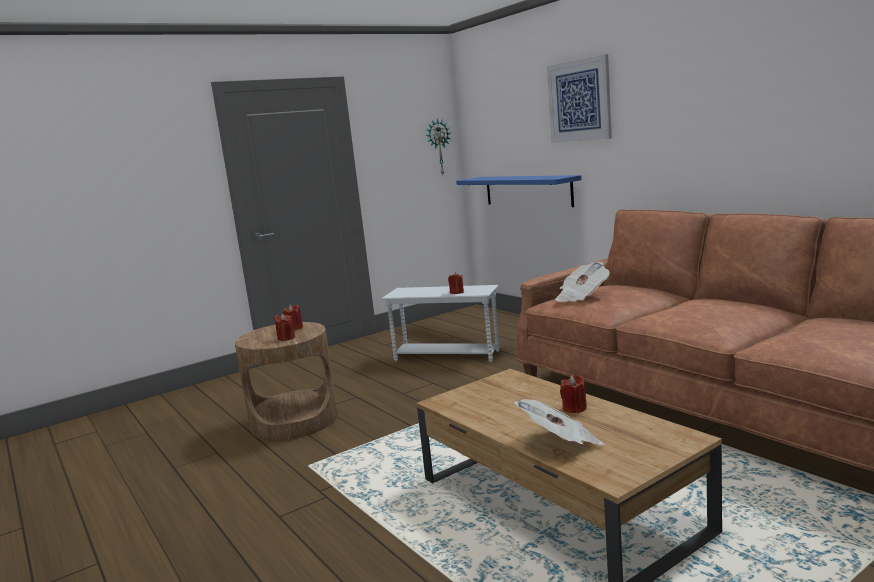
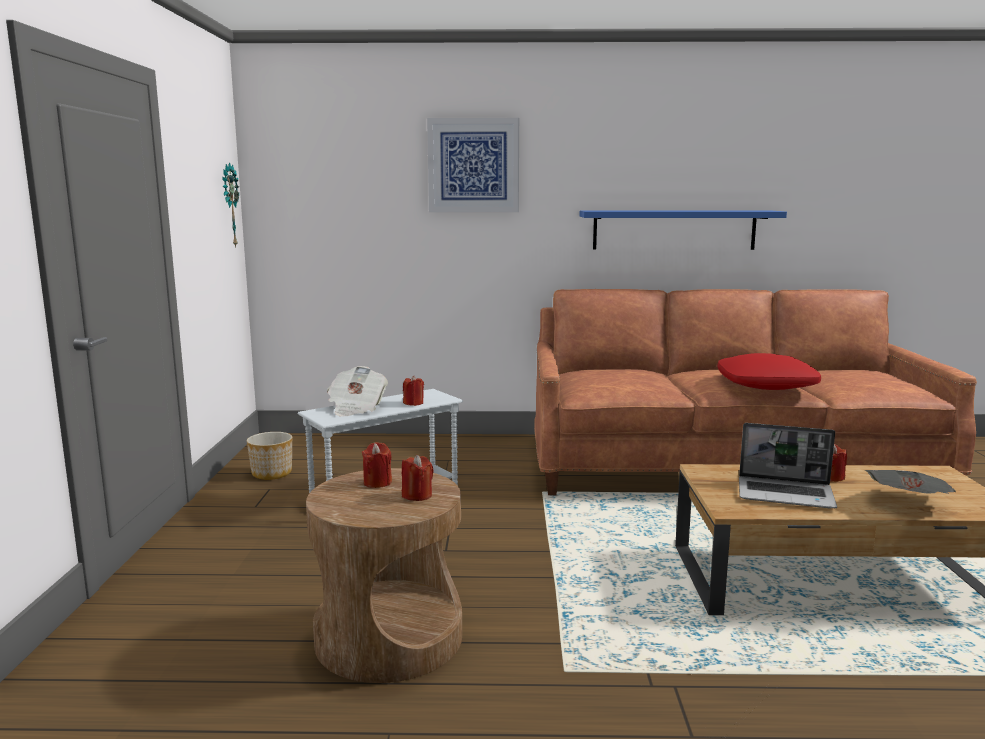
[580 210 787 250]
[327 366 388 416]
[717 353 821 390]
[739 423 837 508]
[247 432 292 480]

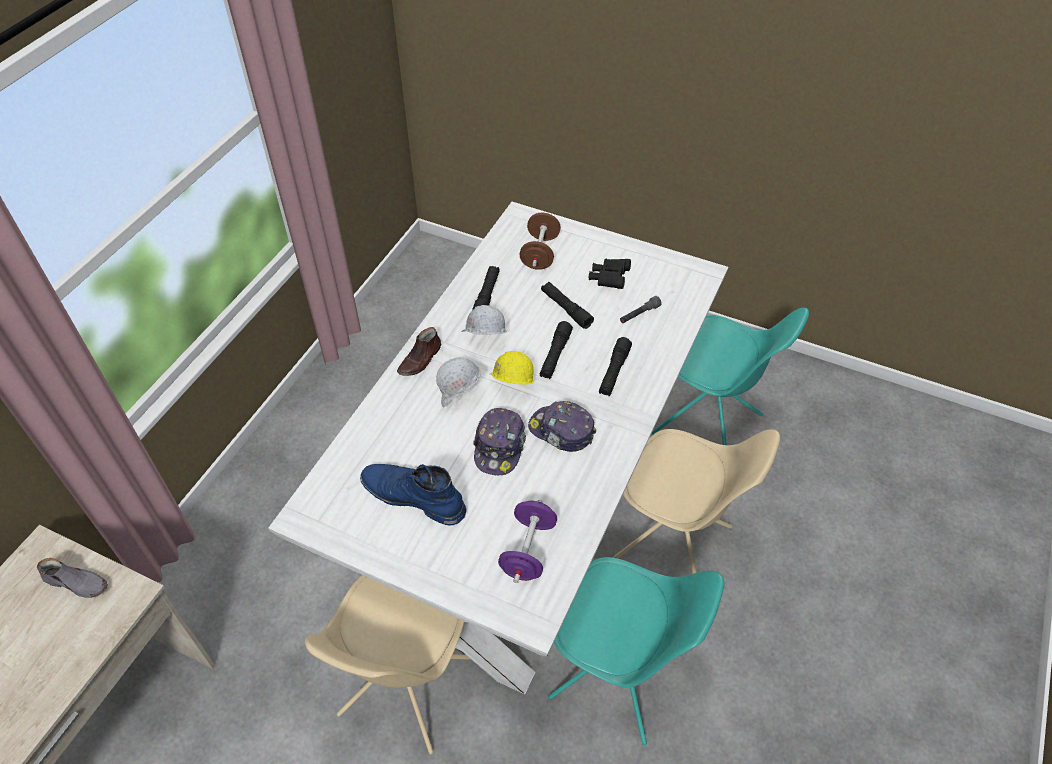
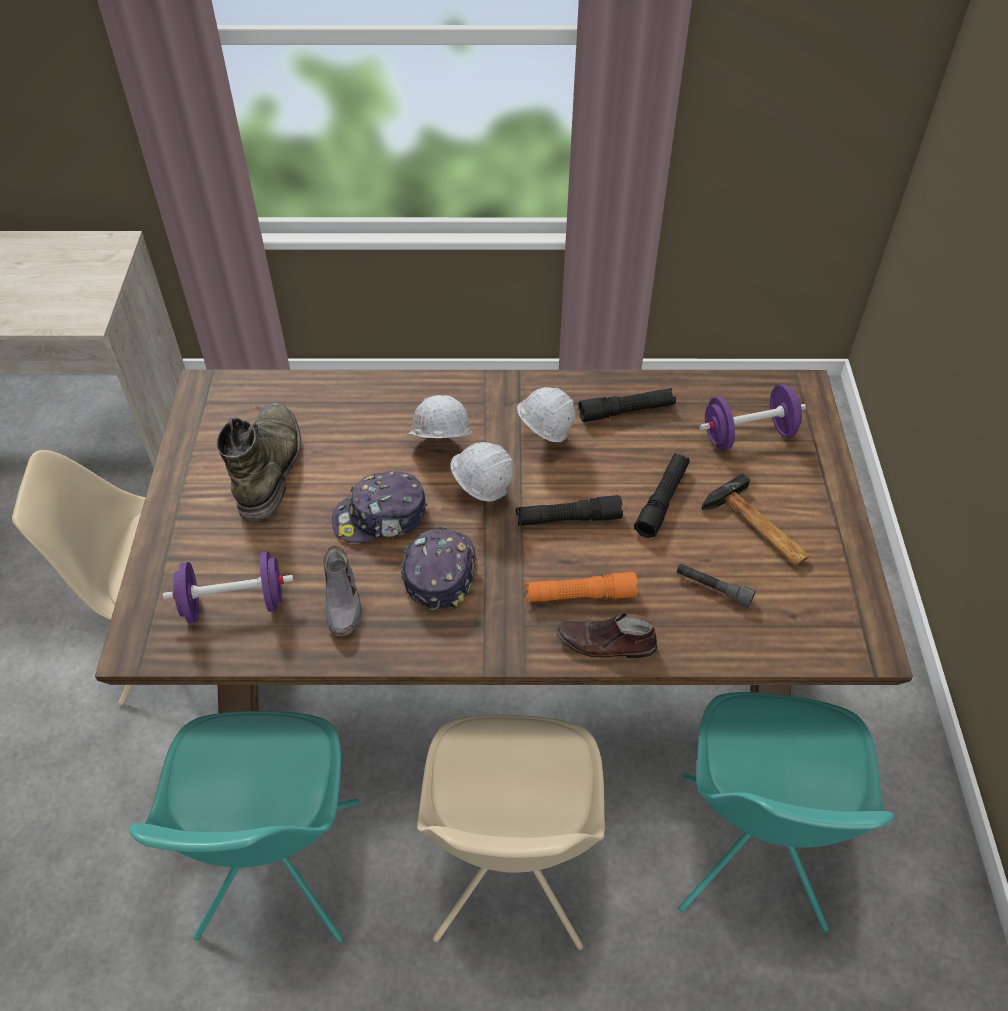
[95 370 913 713]
[700 384 806 450]
[702 473 810 566]
[556 613 657 658]
[524 572 638 602]
[450 442 513 502]
[216 403 302 521]
[323 546 362 636]

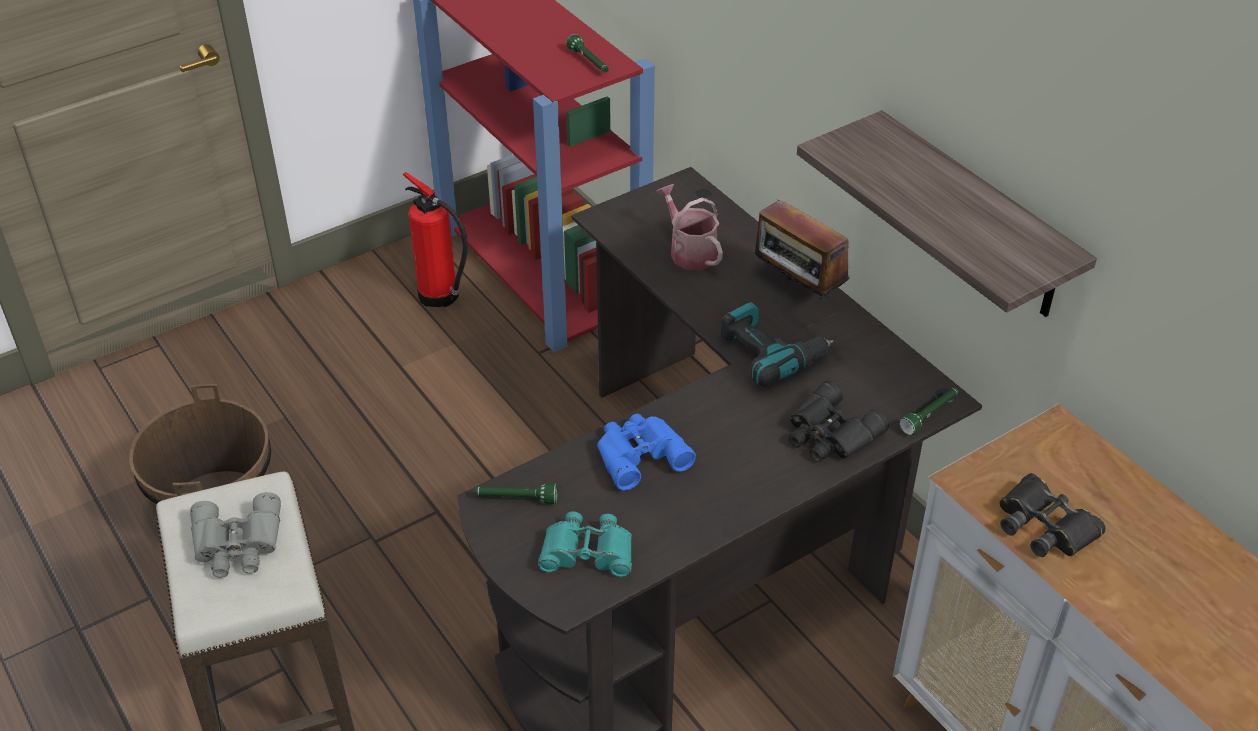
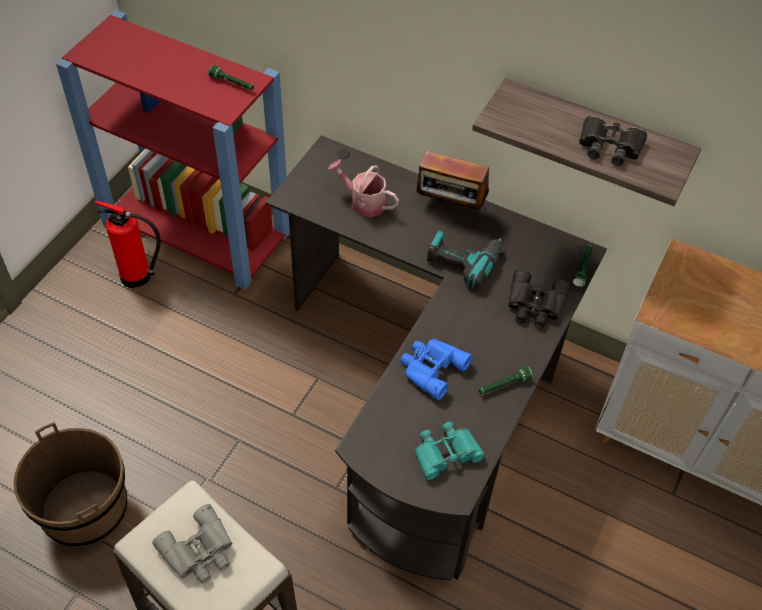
[579 116 647 166]
[479 366 533 394]

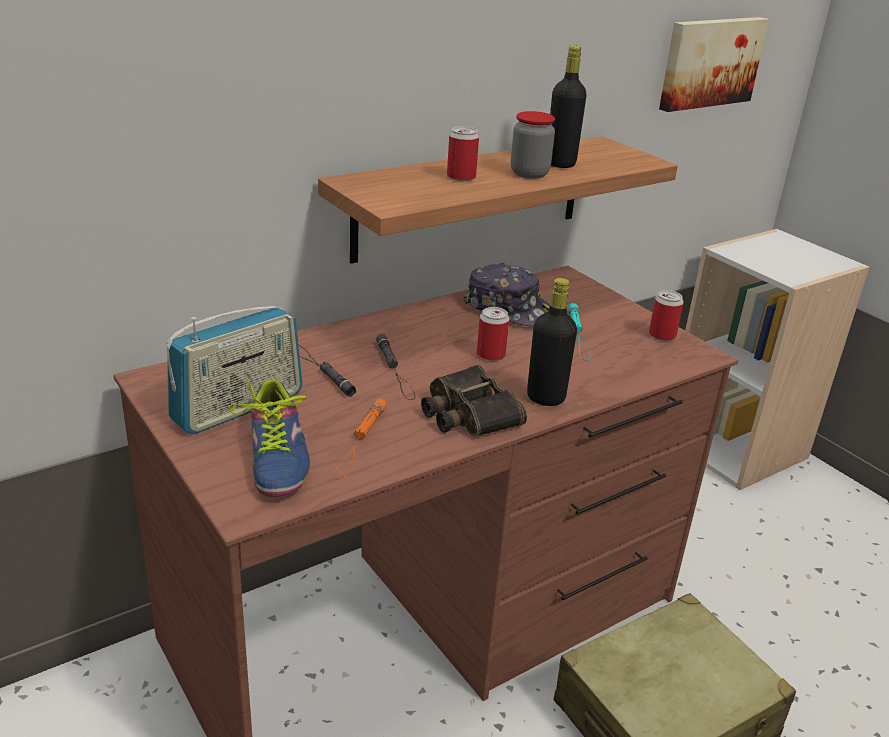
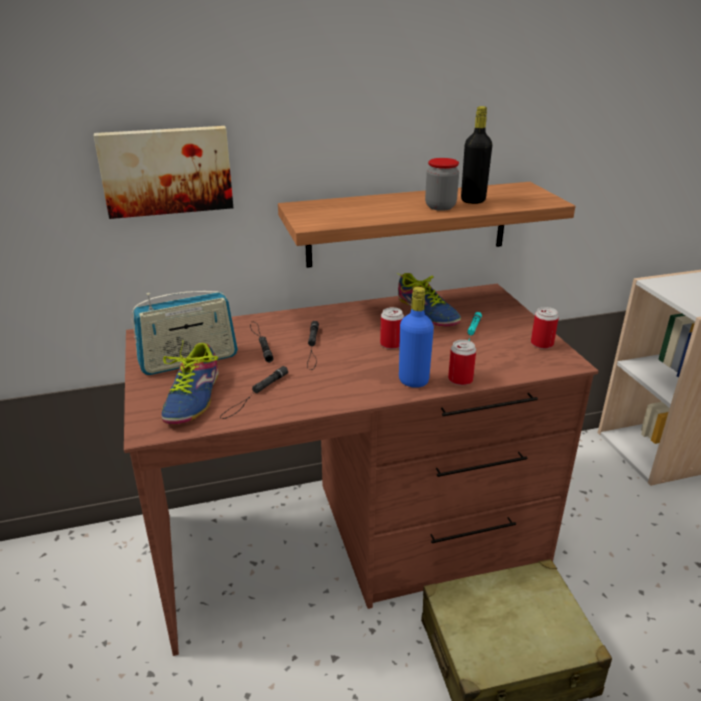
[93 126 233 219]
[448 340 476 385]
[397 273 461 327]
[399 287 434 388]
[421 365 527 437] (first image)
[220 366 288 419]

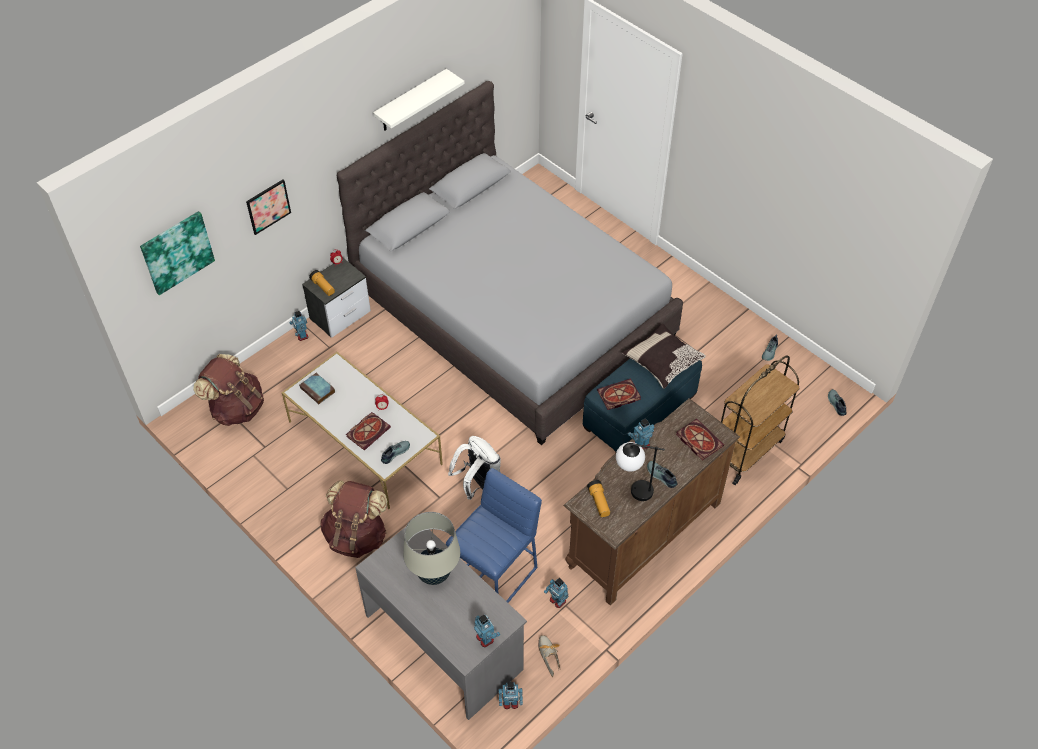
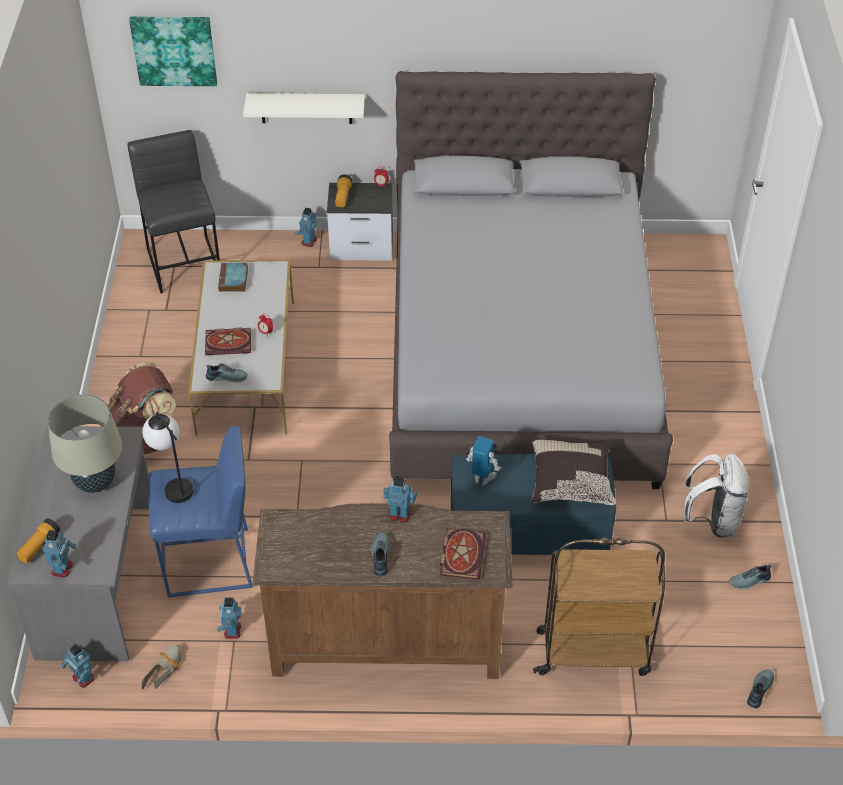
[243 93 365 124]
[246 179 291 235] (first image)
[127 130 220 293]
[466 436 501 485]
[683 454 749 538]
[142 412 193 503]
[16 518 60 563]

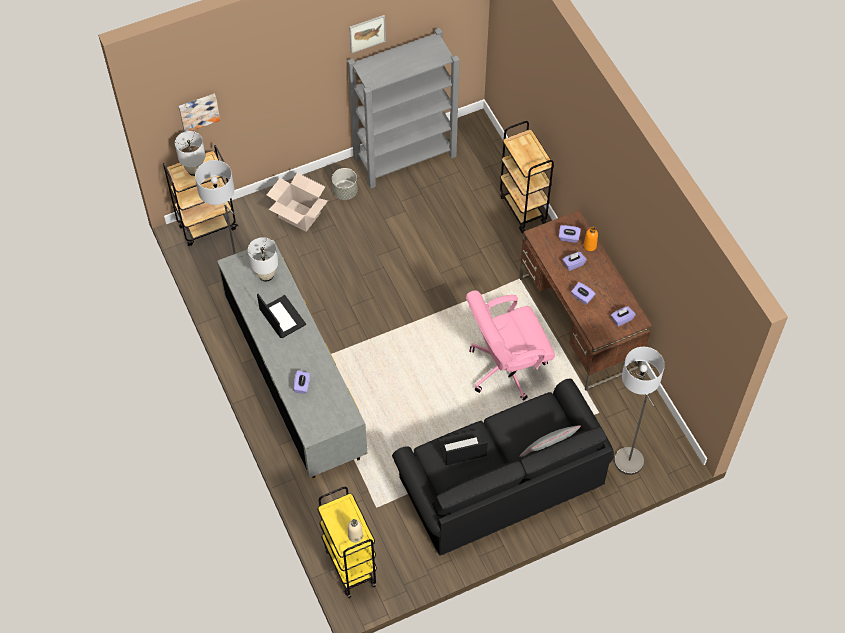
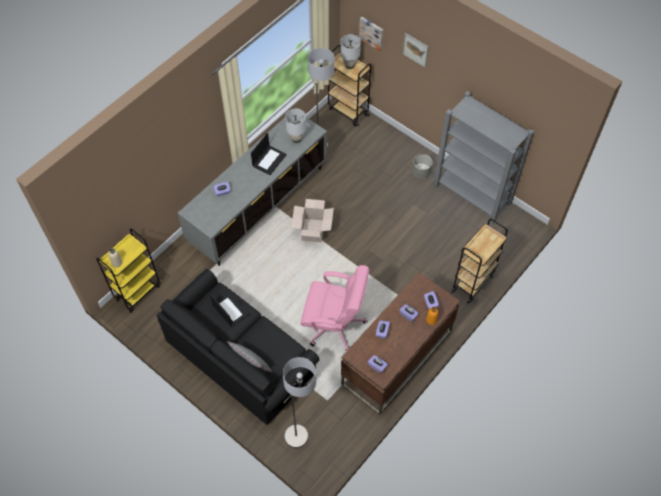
[403 33 429 67]
[291 199 334 242]
[301 265 369 351]

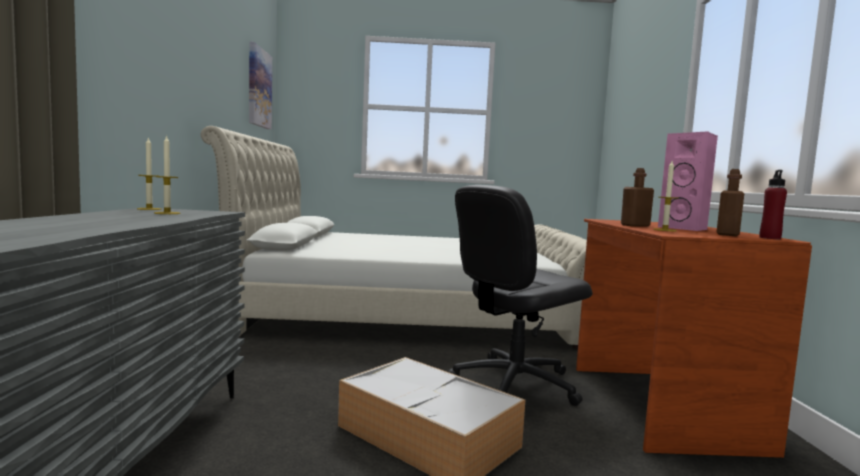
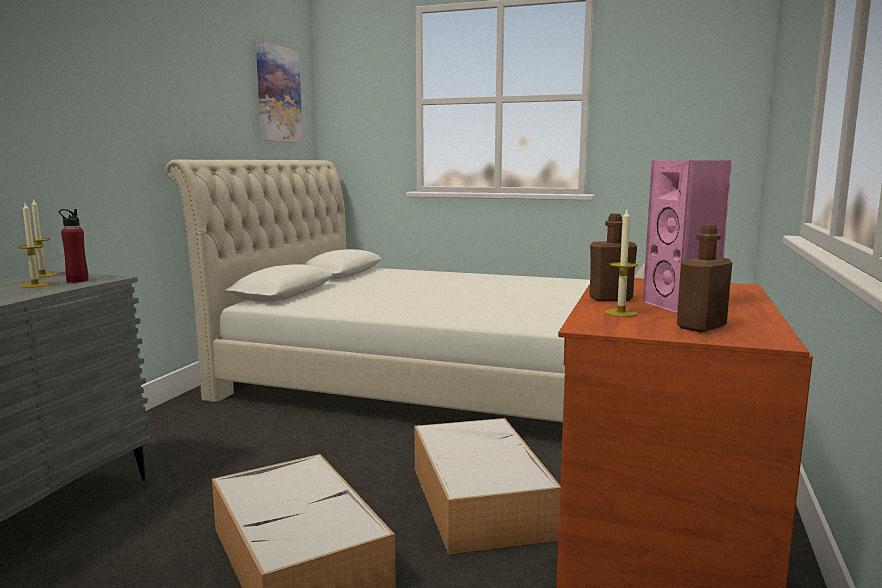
[59 209 88 283]
[415 418 560 554]

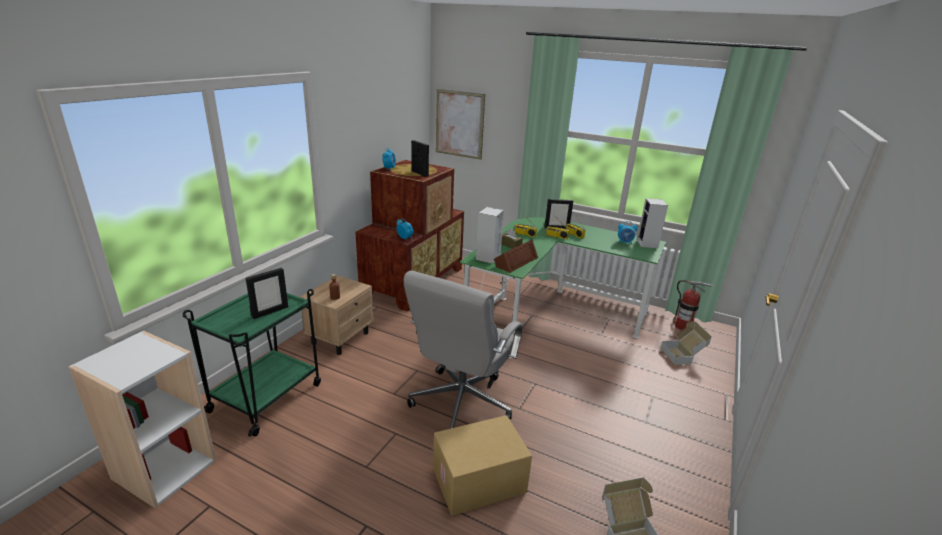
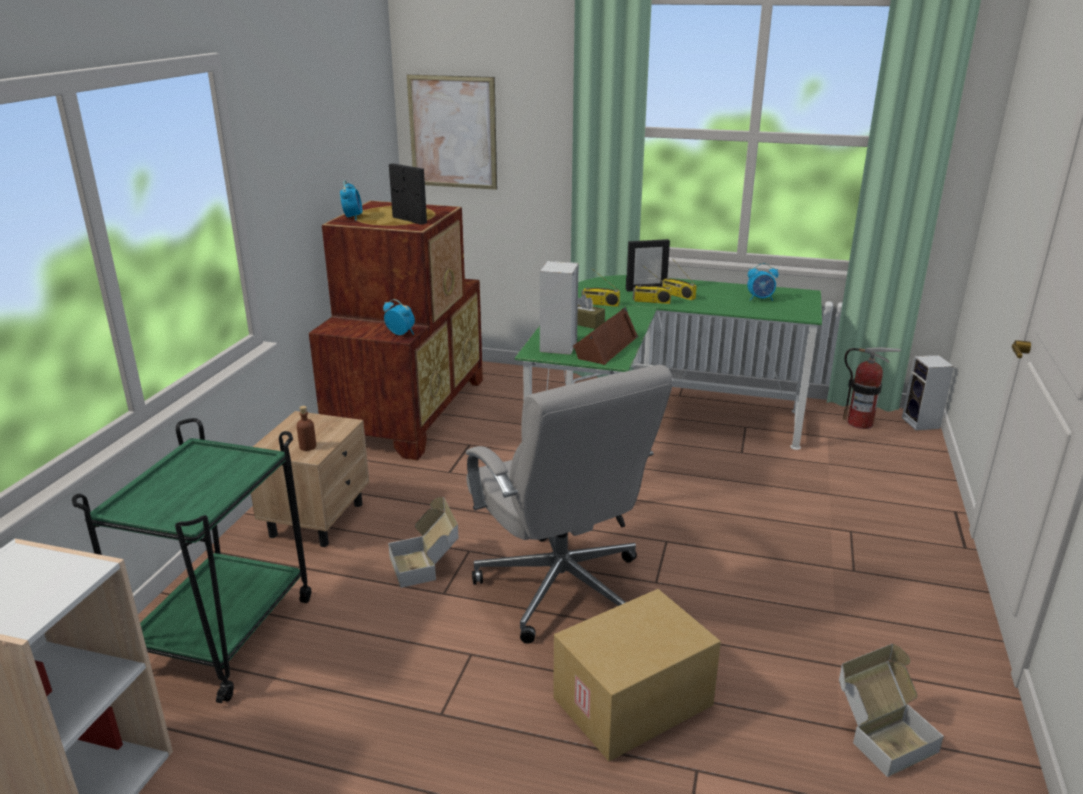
[902 355 954 431]
[245 268 288 319] (first image)
[466 365 673 644]
[388 497 459 588]

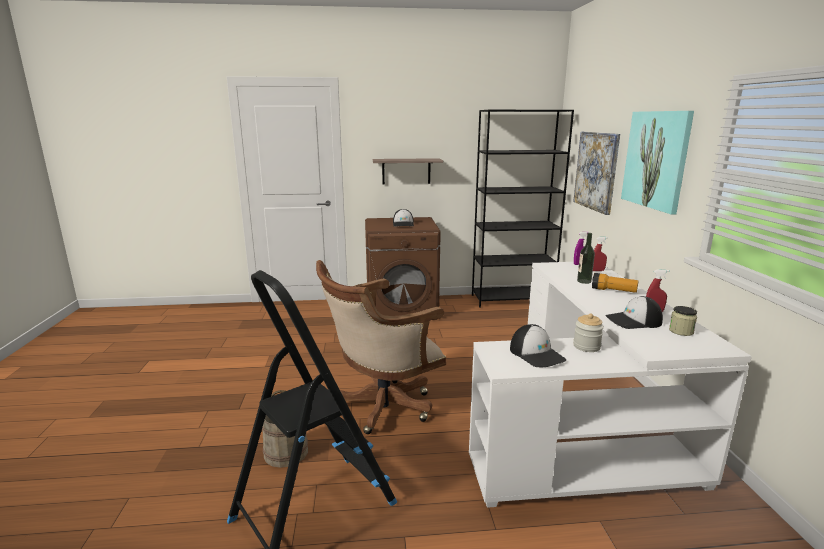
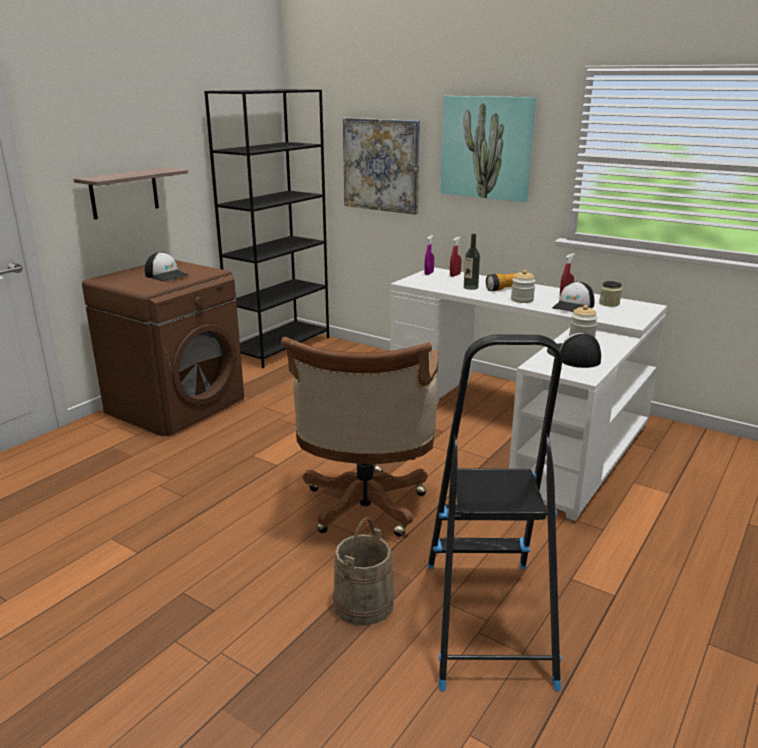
[547 333 601 368]
[511 270 536 303]

